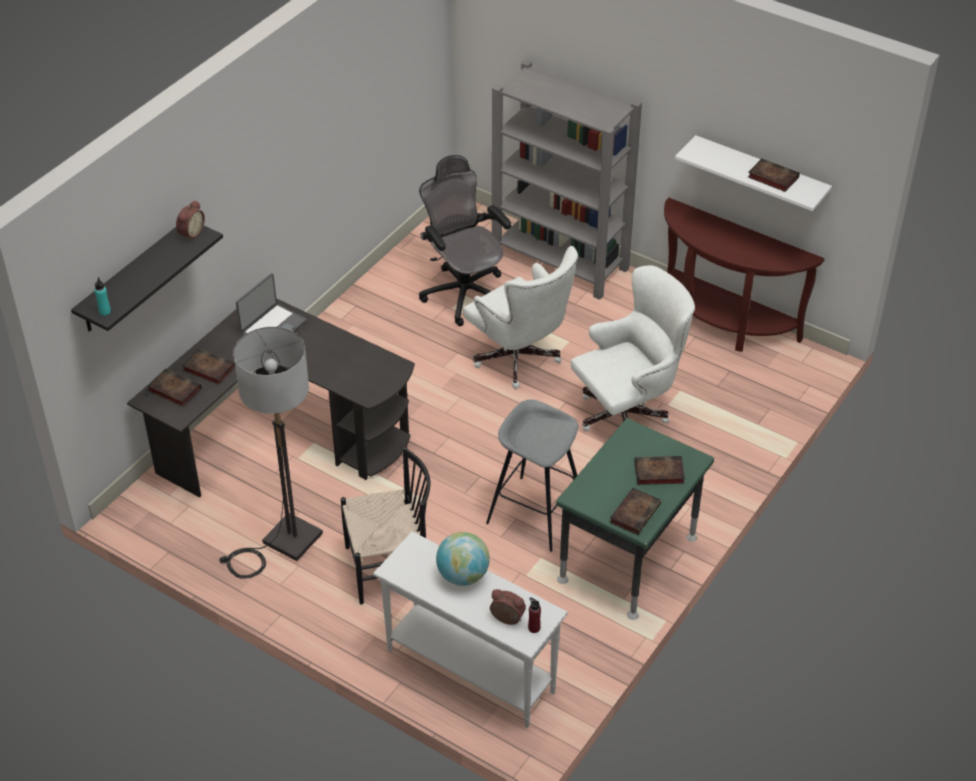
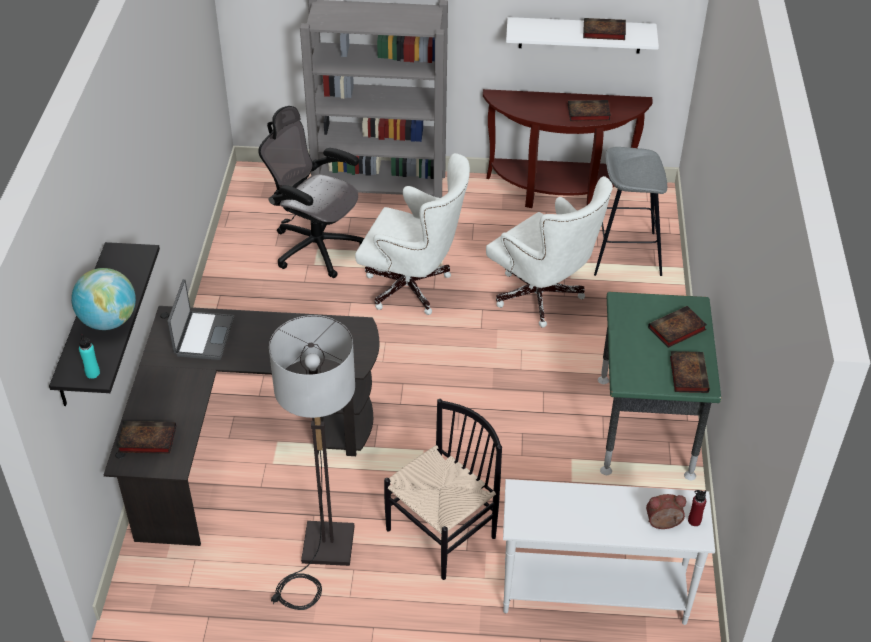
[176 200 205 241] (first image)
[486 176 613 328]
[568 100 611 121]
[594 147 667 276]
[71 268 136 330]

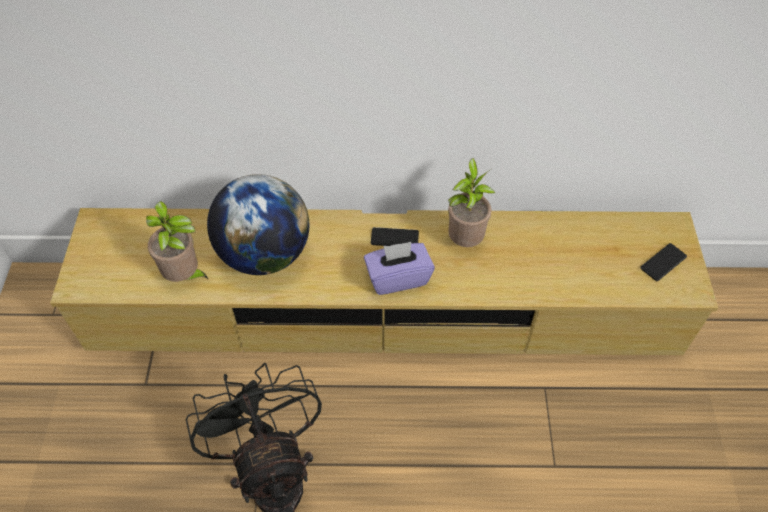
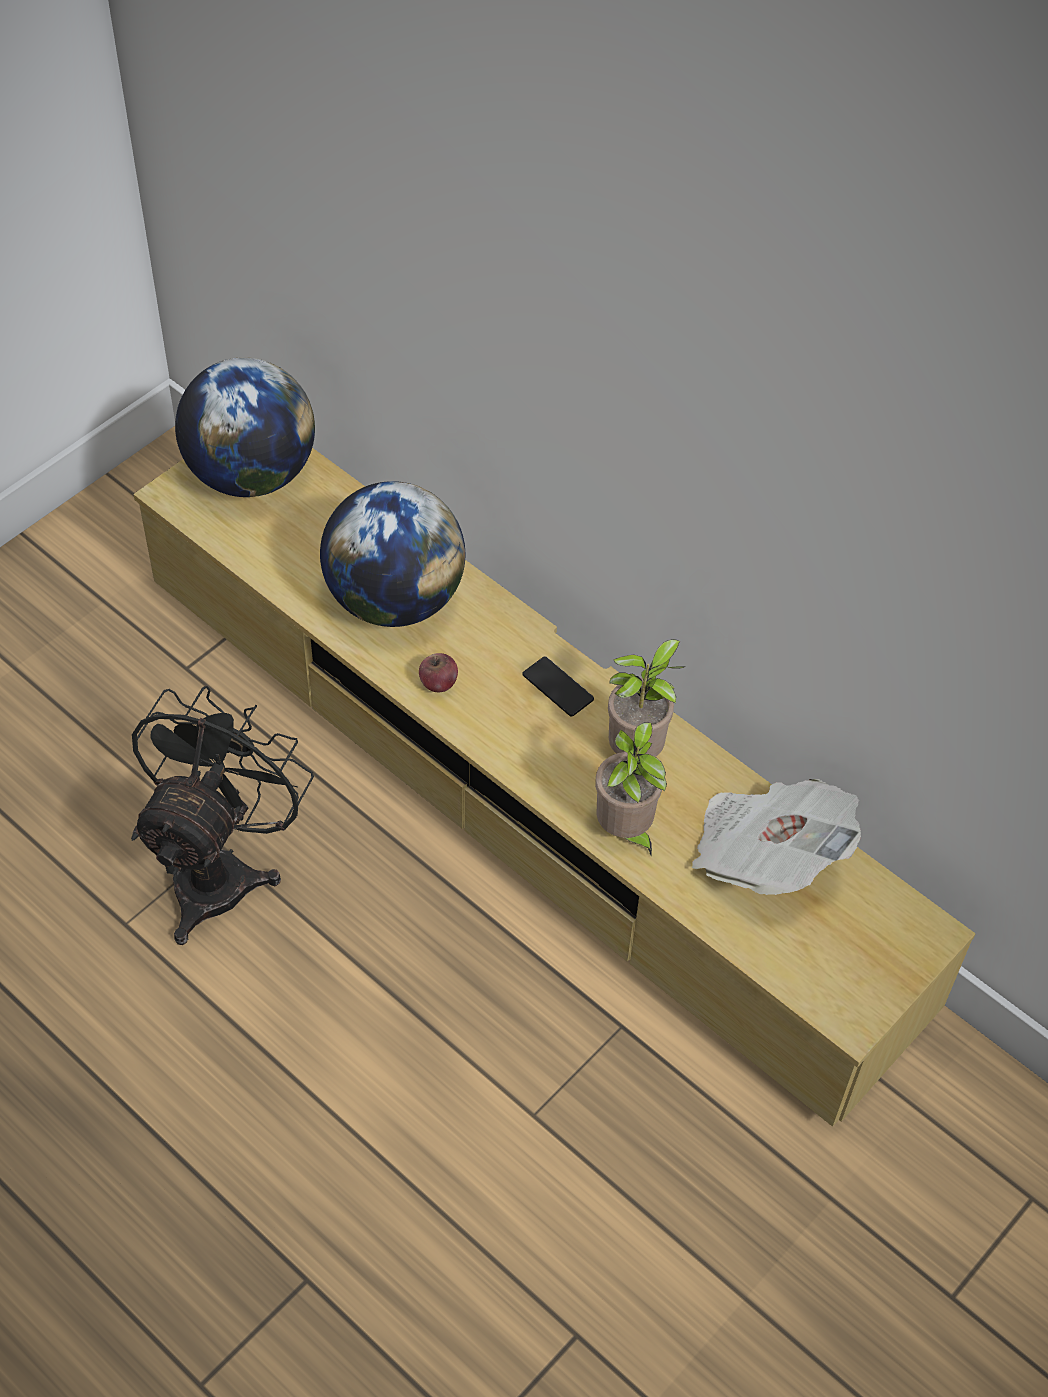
[595 722 667 855]
[364 242 435 295] (first image)
[640 243 687 281] (first image)
[175 357 315 497]
[419 653 458 692]
[692 779 861 895]

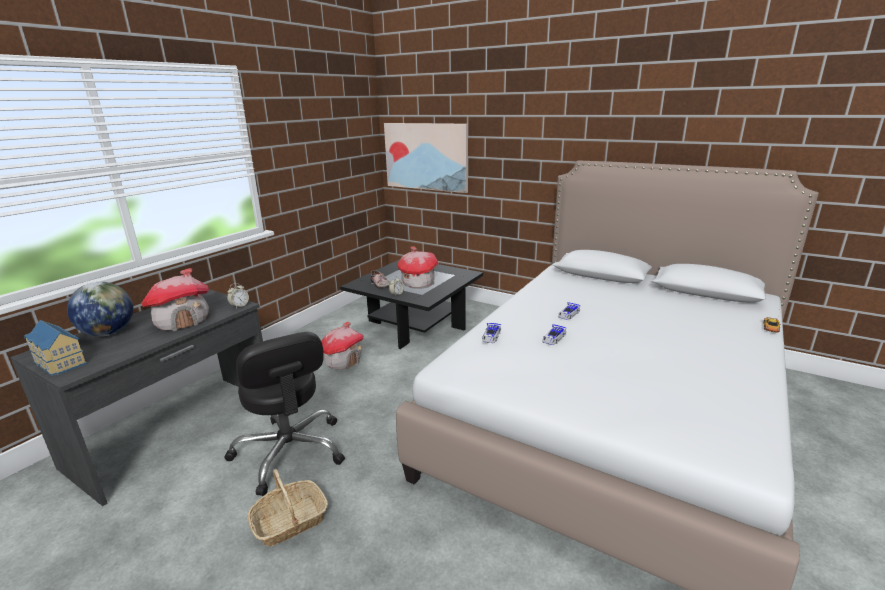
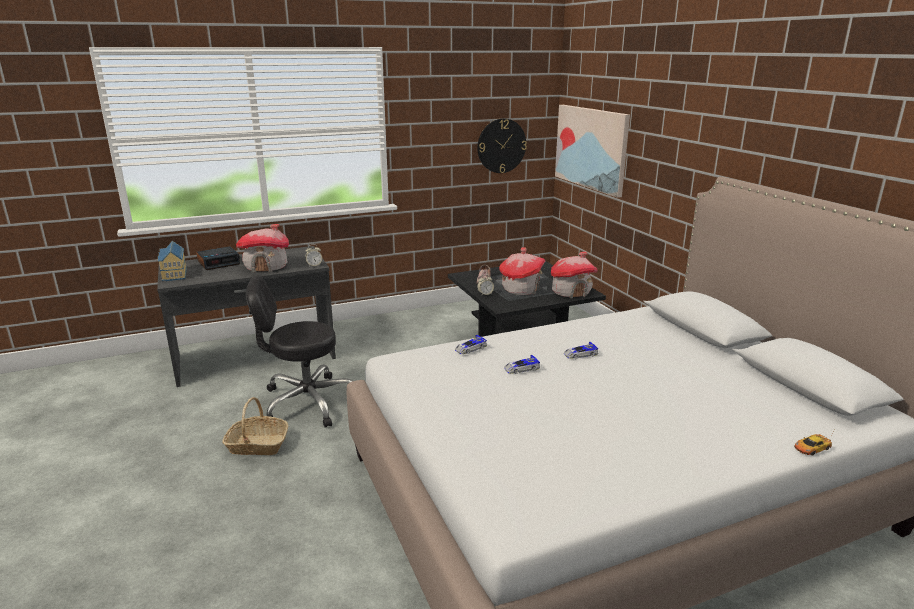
[196 246 240 270]
[551 252 598 298]
[246 275 353 428]
[477 119 527 173]

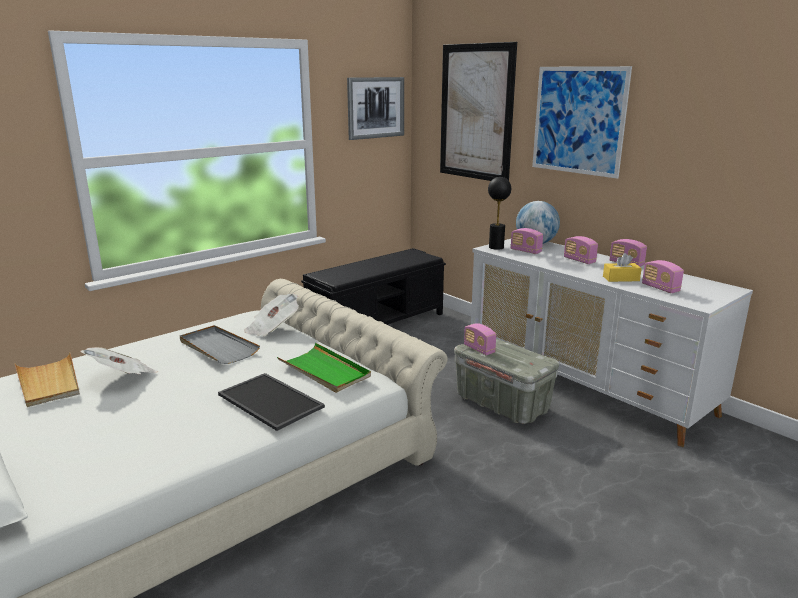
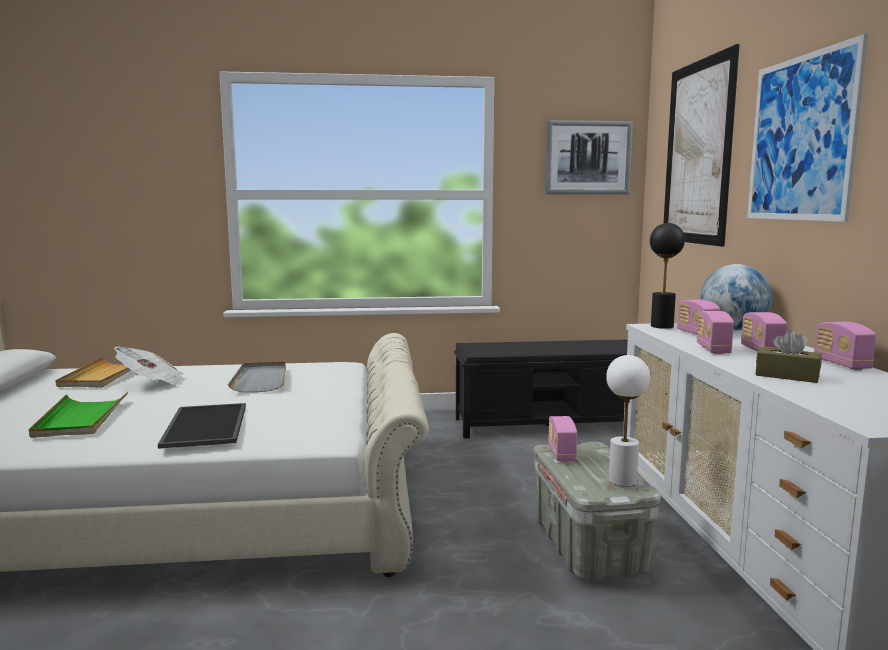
[755 330 822 383]
[697 311 734 354]
[244 293 299 337] (first image)
[29 391 128 438]
[606 355 650 487]

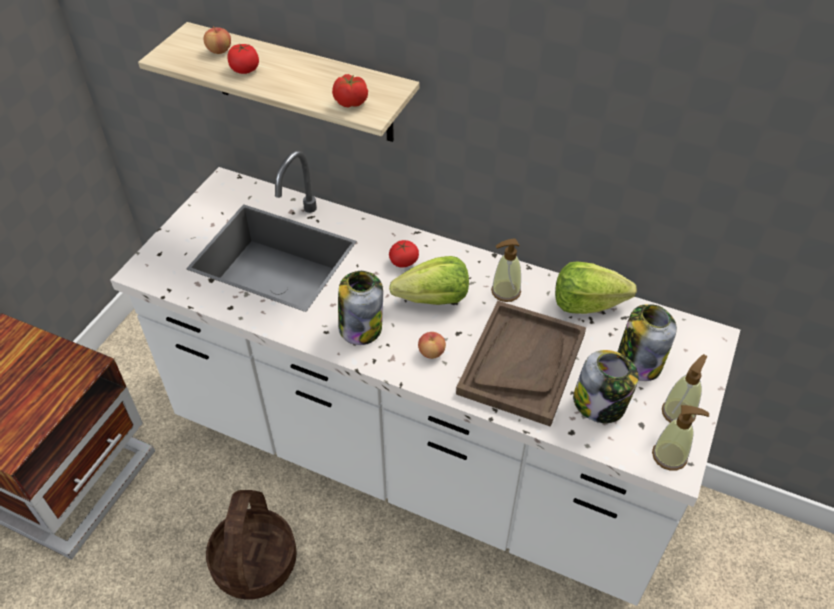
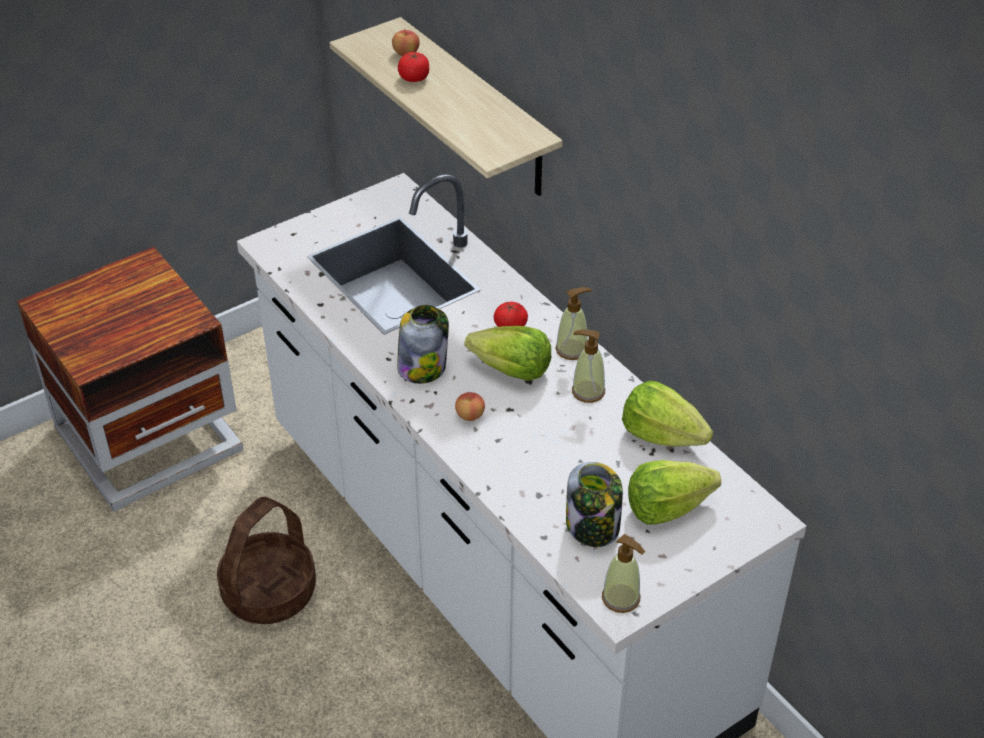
[332 74 368 108] (first image)
[456 301 586 427] (first image)
[628 460 721 525]
[555 287 592 360]

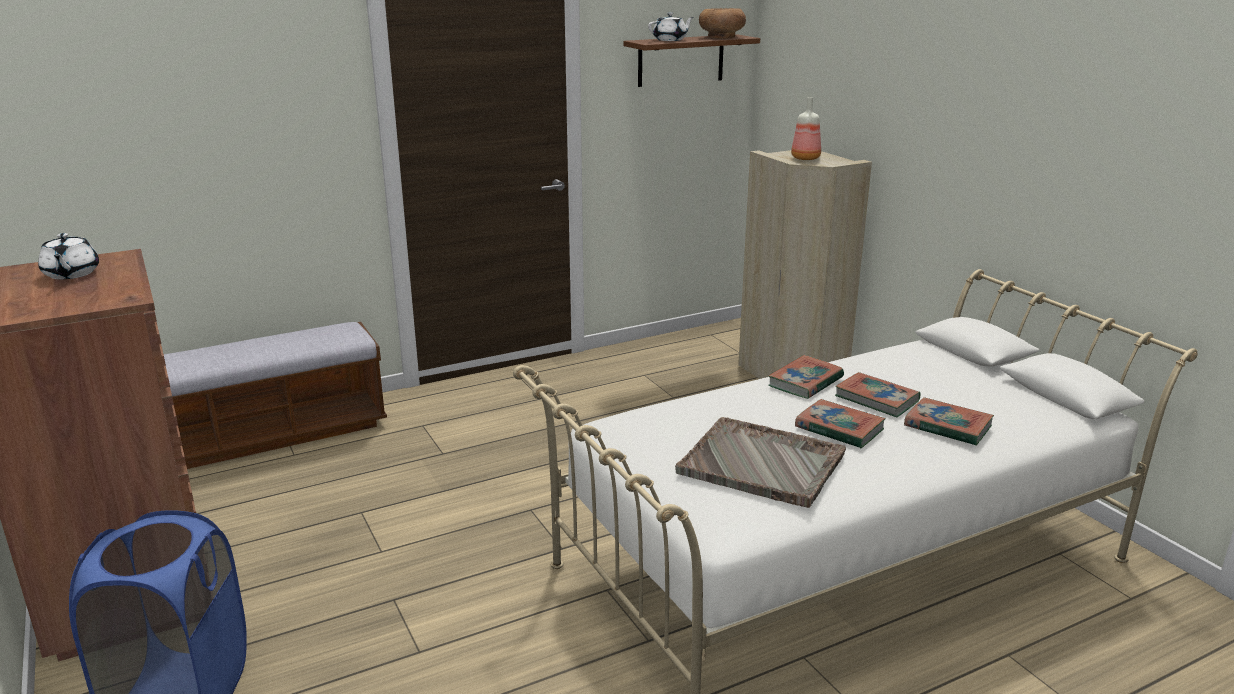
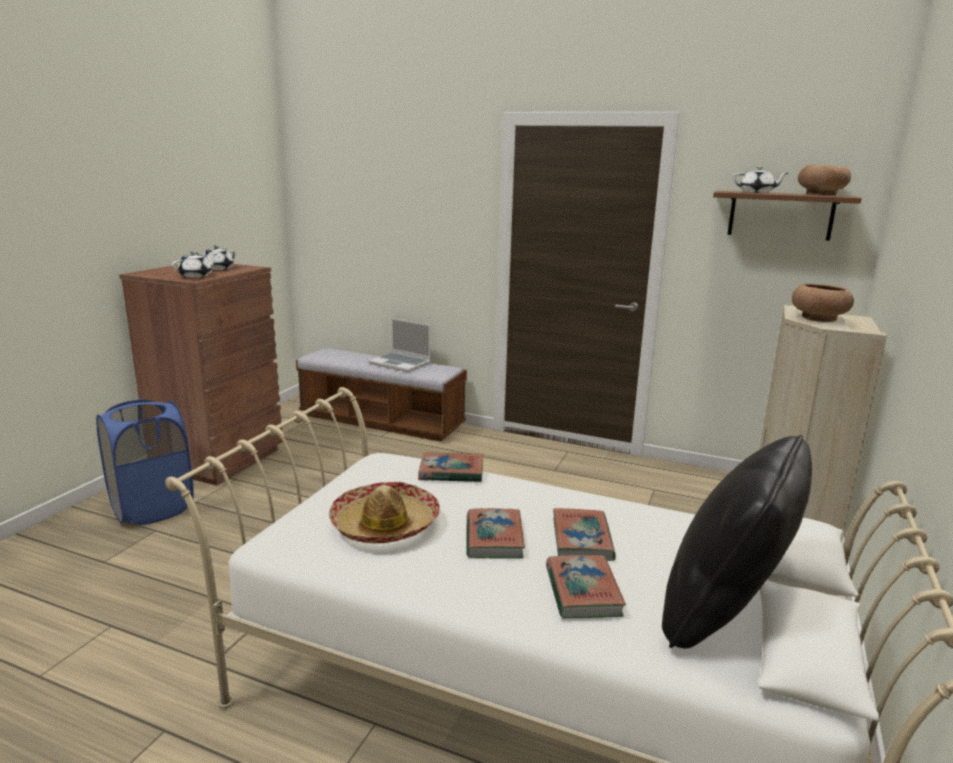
[792 283 854 322]
[418 452 483 482]
[329 482 440 544]
[172 251 217 278]
[369 318 431 372]
[662 435 812 649]

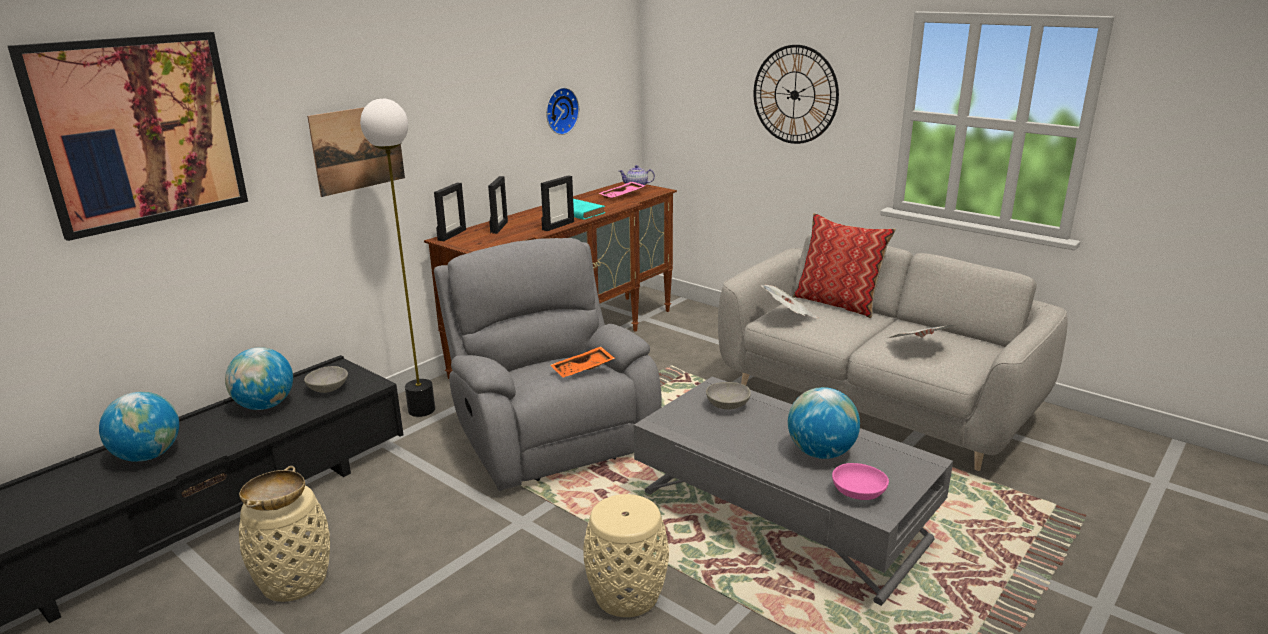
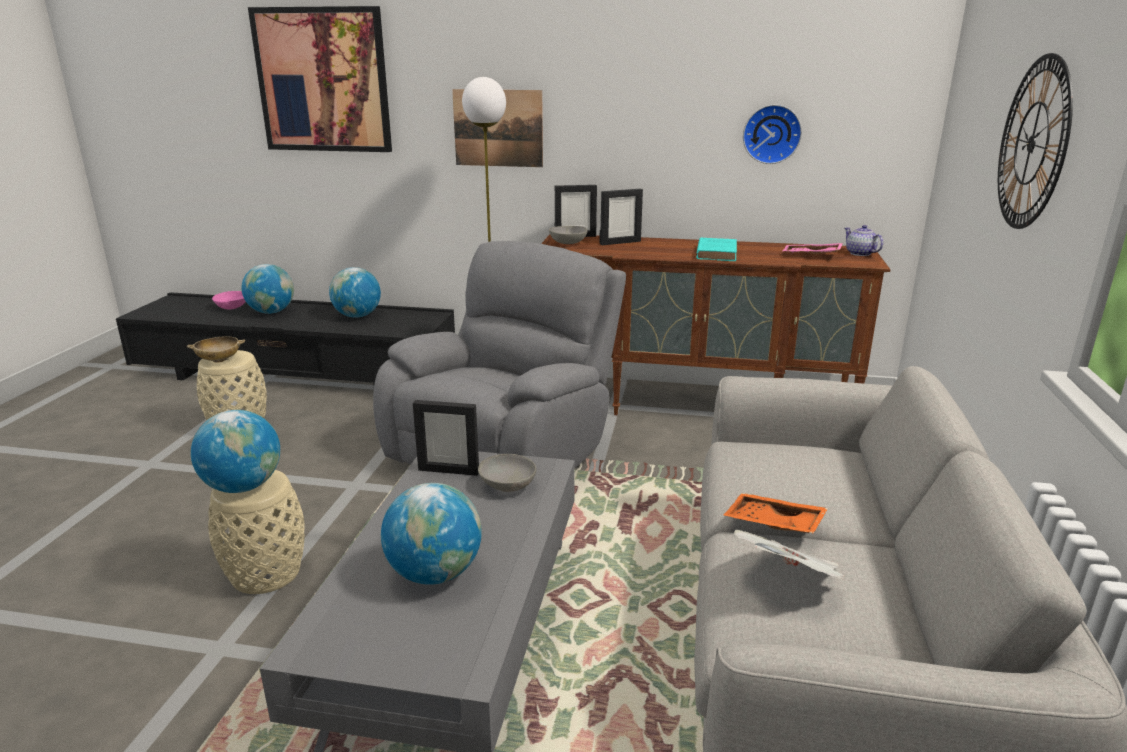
[413 400 479 476]
[793 213 896 318] (first image)
[760 285 818 318] (first image)
[723 493 828 533]
[549 226 588 244]
[212 291 246 310]
[191 410 280 493]

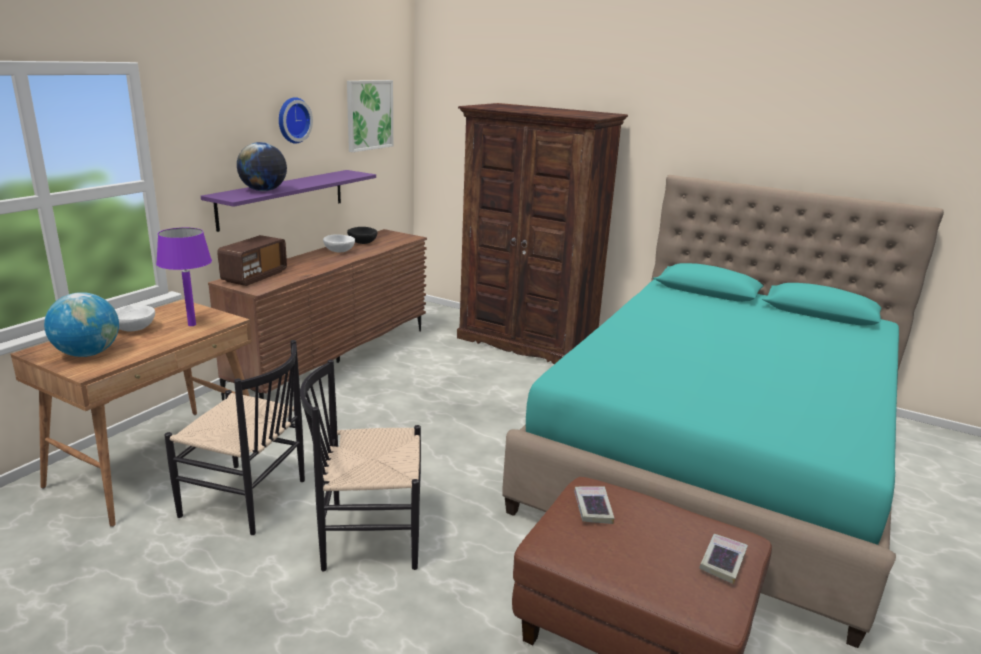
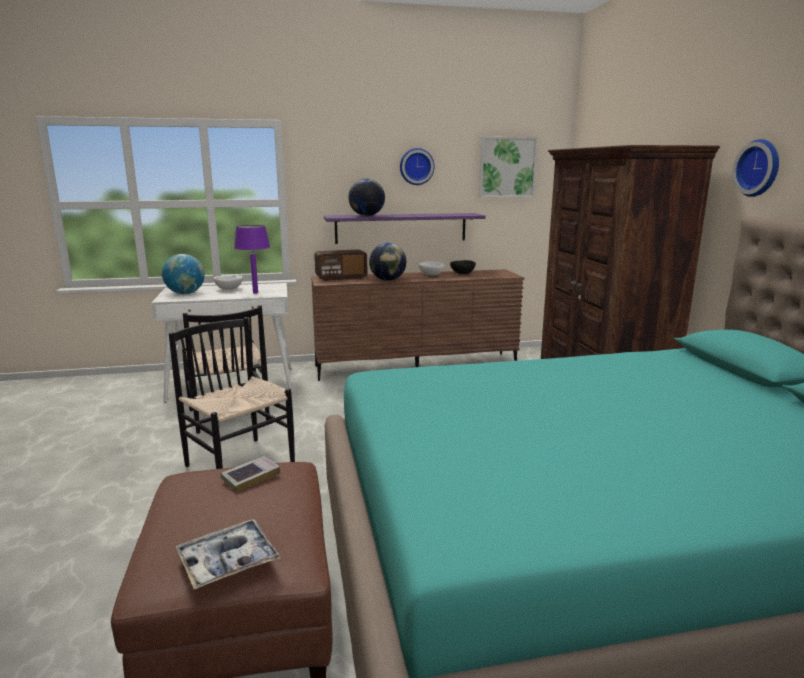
[151 283 293 403]
[176 519 280 589]
[732 139 779 197]
[369 243 407 281]

